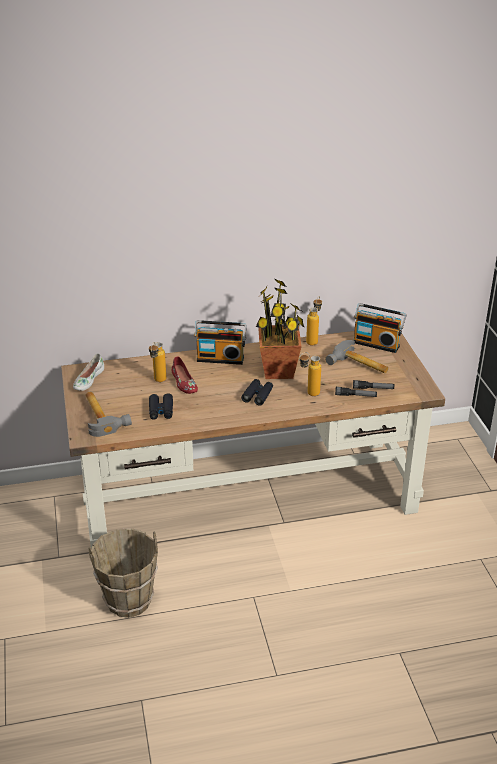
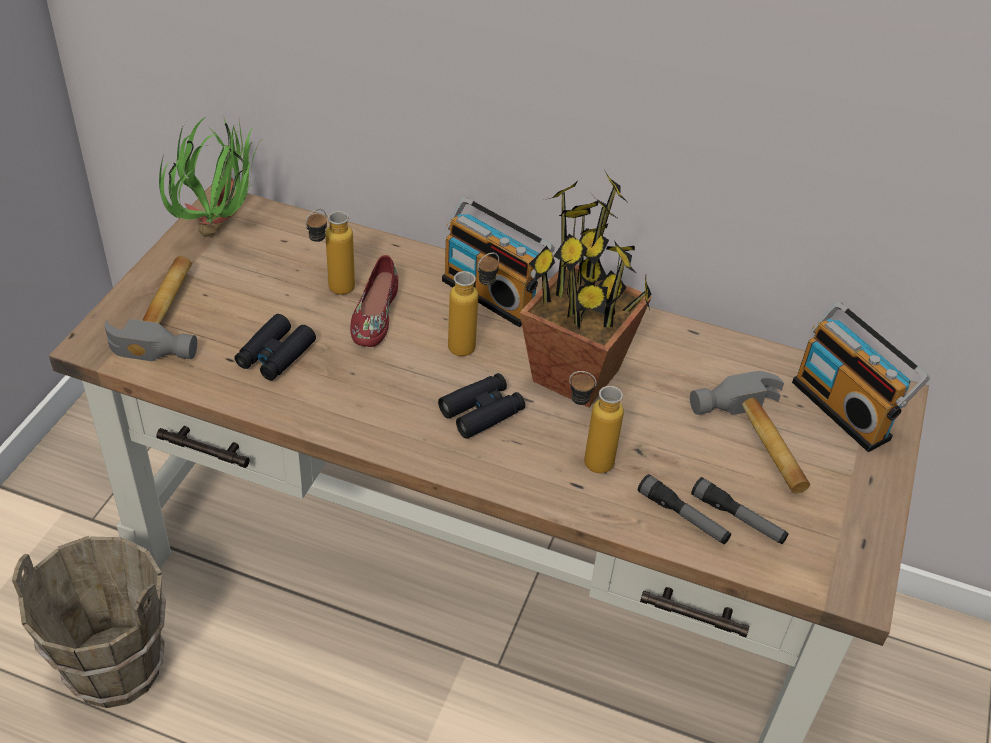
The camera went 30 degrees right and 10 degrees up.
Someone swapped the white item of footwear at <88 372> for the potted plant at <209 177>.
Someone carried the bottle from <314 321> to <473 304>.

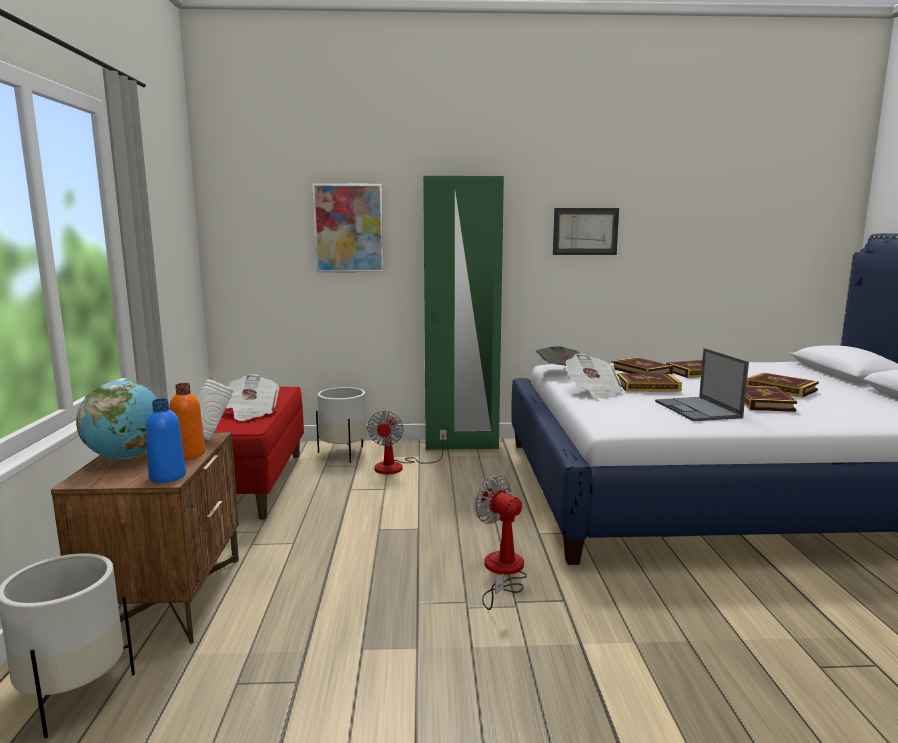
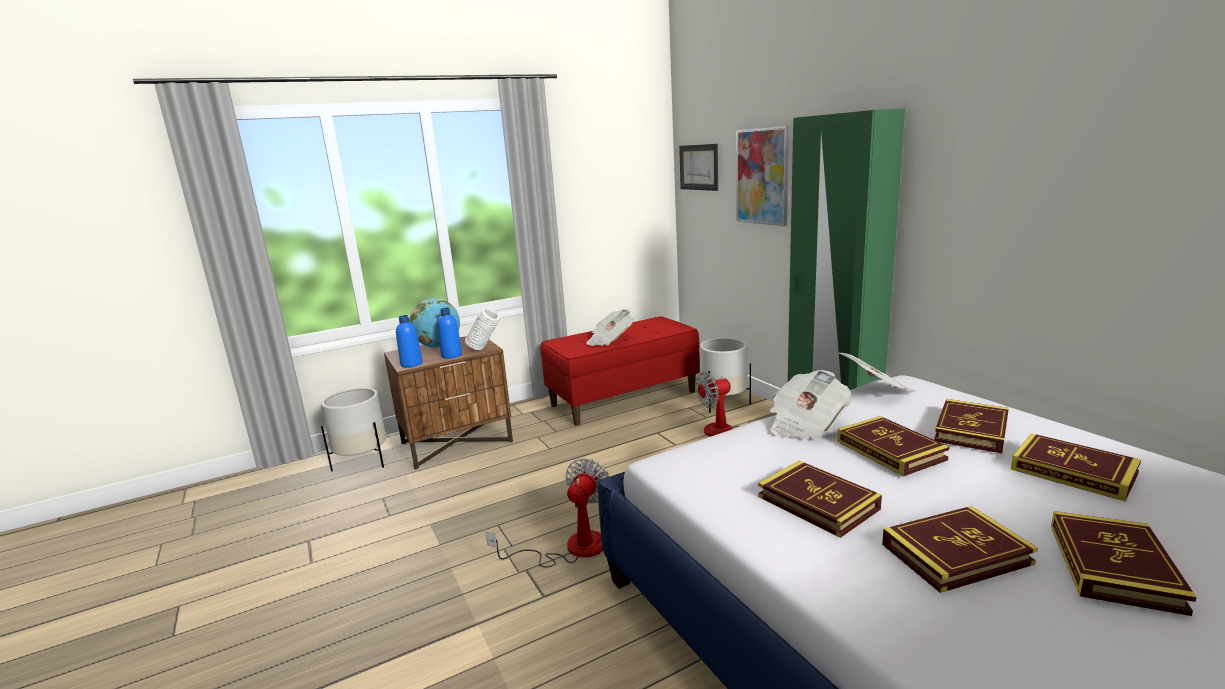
The camera went 65 degrees right and 5 degrees up.
Someone repainted the orange bottle at <187 421>, which became the blue bottle at <449 333>.
Someone carried the wall picture from <586 231> to <698 167>.
Someone swapped the laptop at <702 384> for the volume at <820 499>.

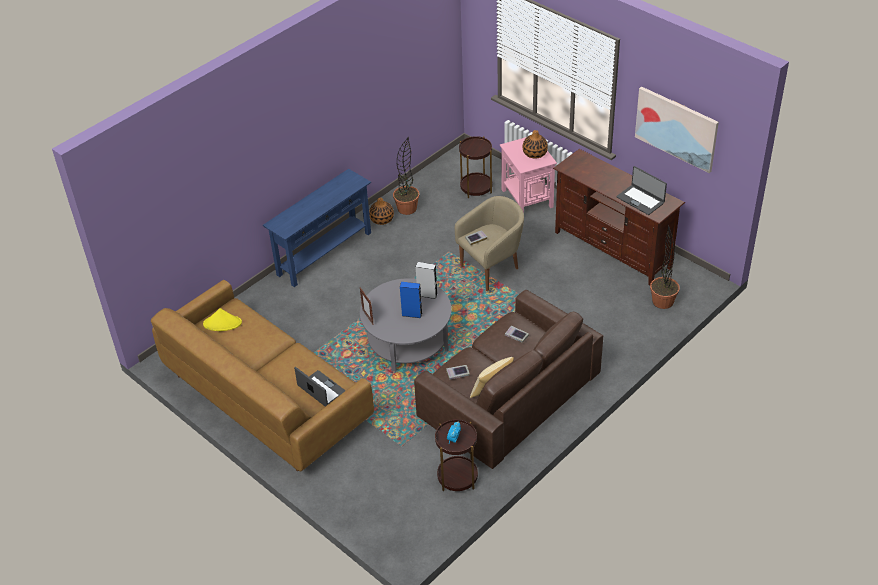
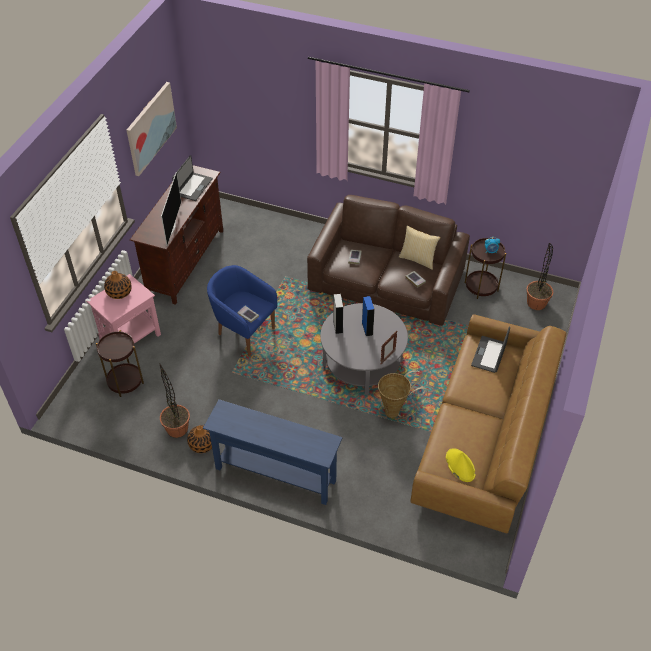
The camera went 115 degrees left and 5 degrees up.
Someone put down the TV at <171 209>.
Someone repainted the beige armchair at <489 243>, which became the blue armchair at <242 311>.
Someone put down the household basket at <403 394>.
Someone carried the potted plant from <665 267> to <540 276>.

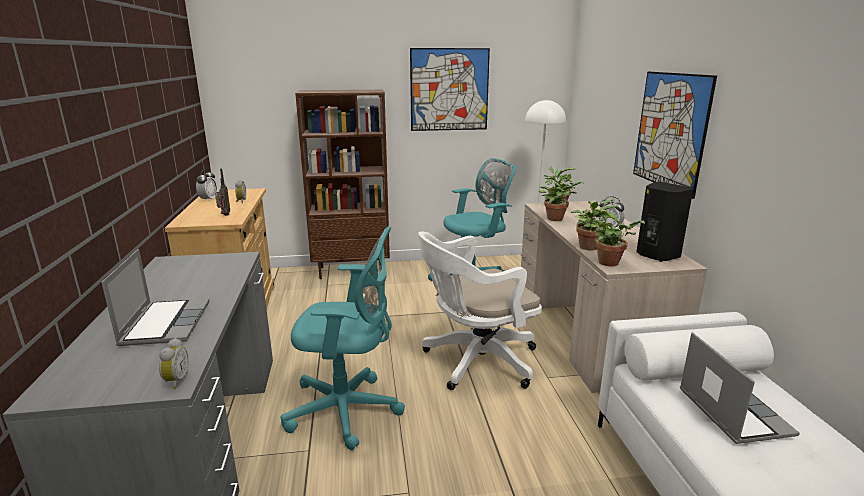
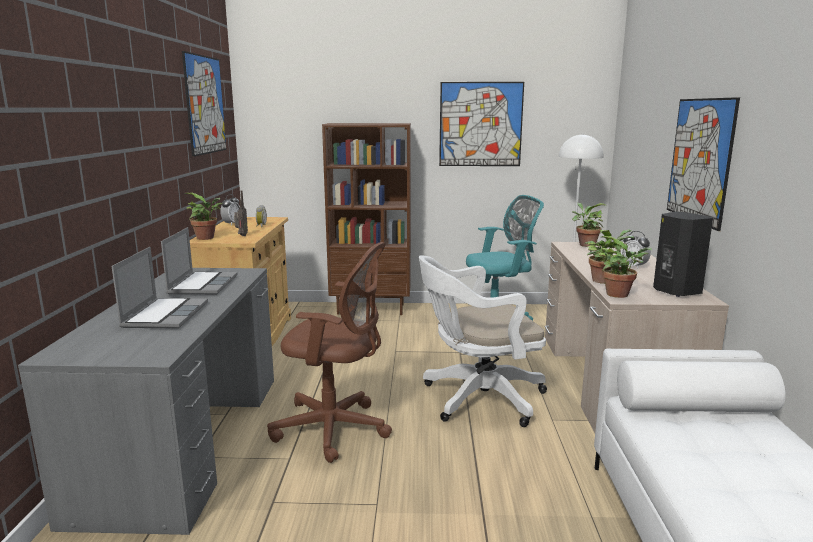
The camera went 10 degrees right and 5 degrees down.
Someone carried the laptop from <740 388> to <199 261>.
Someone put up the wall picture at <204 104>.
Someone carried the potted plant from <561 199> to <203 216>.
Someone repainted the turquoise computer chair at <342 338>, which became the brownish computer chair at <329 352>.
Someone took away the table clock at <174 363>.

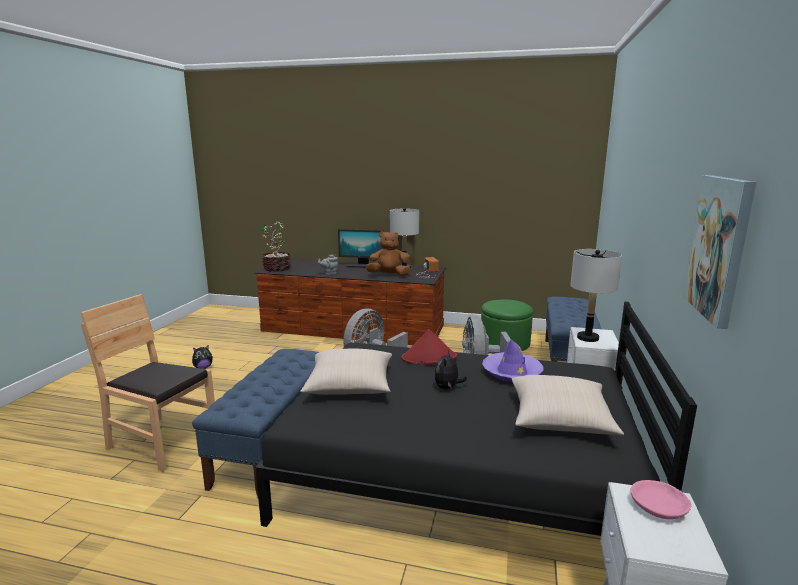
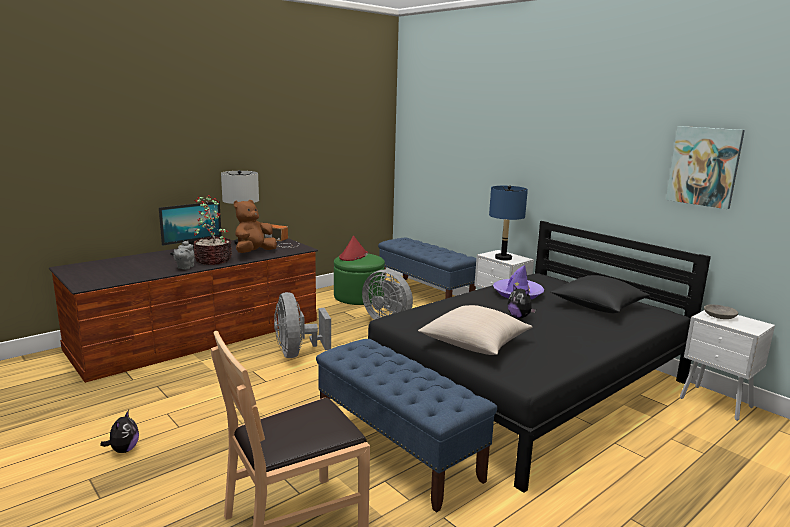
The camera went 55 degrees left and 0 degrees up.
Someone carried the potted plant from <276 246> to <213 230>.
Someone carried the reddish hat from <429 347> to <353 248>.
Someone repainted the greyish lamp for a table at <596 295>, which became the blue lamp for a table at <508 222>.
Someone repainted the beige cushion at <567 405>, which became the black cushion at <600 294>.
Someone repainted the pink bowl at <661 499>, which became the greyish bowl at <721 311>.

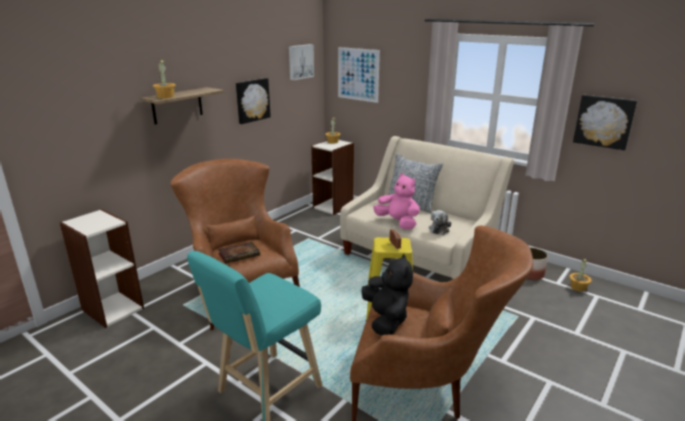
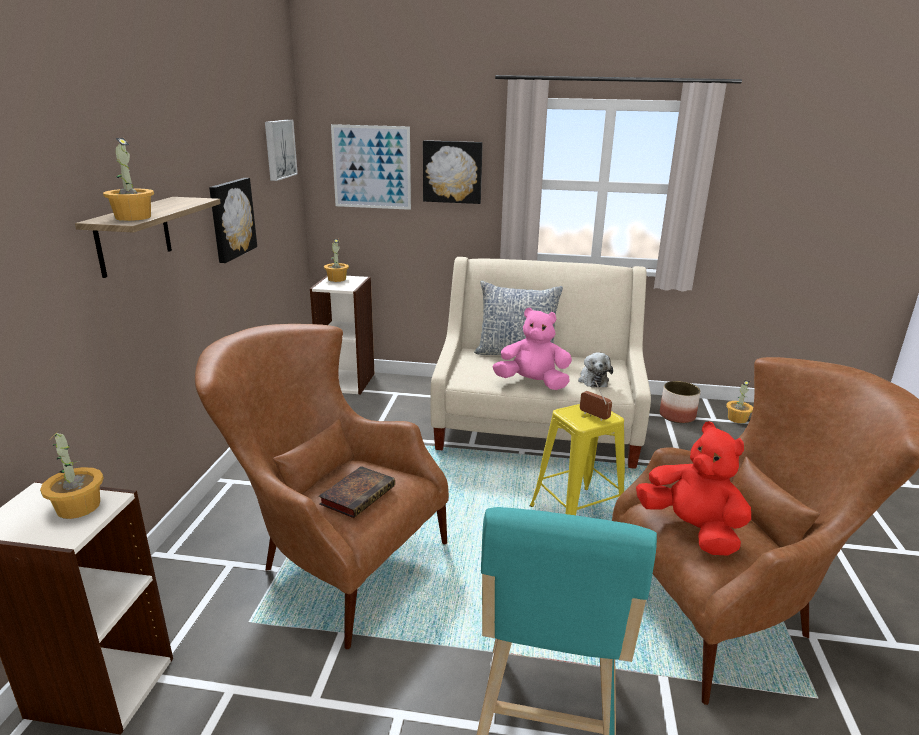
The camera went 30 degrees left and 0 degrees up.
Someone put down the potted plant at <71 473>.
Someone carried the wall picture from <605 122> to <453 172>.
Someone repainted the black plush toy at <387 294>, which became the reddish plush toy at <693 488>.

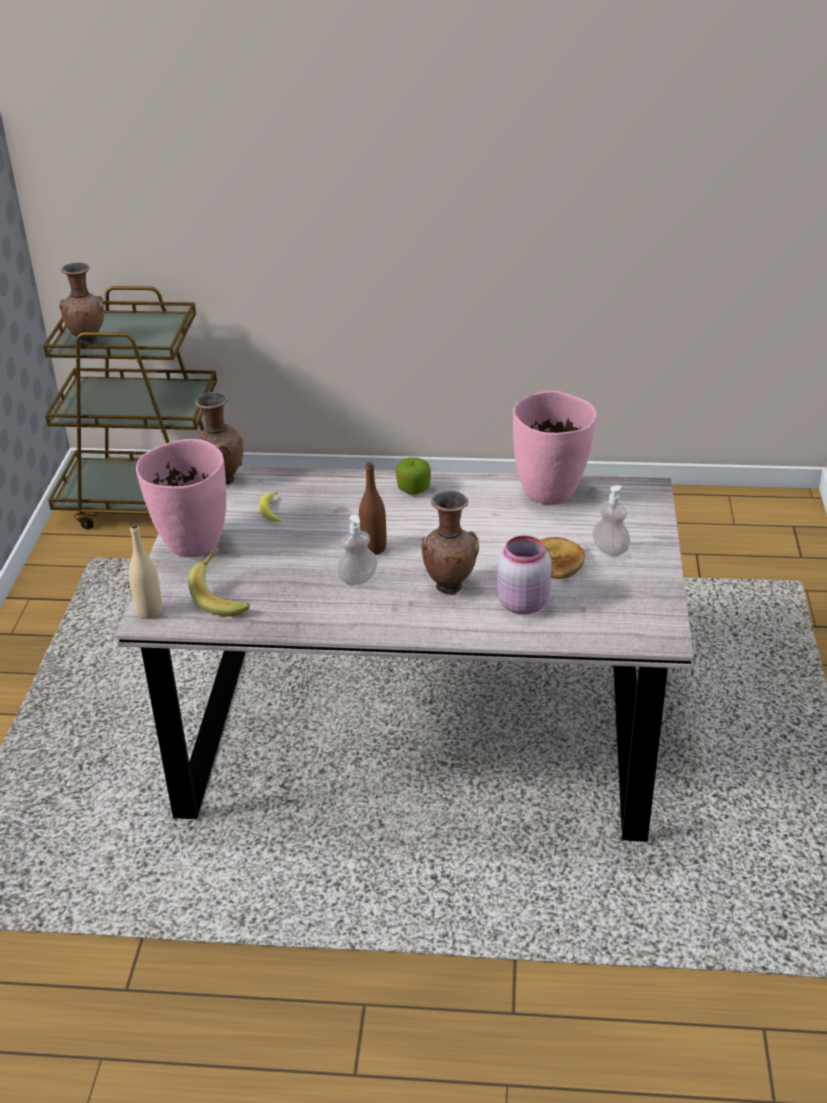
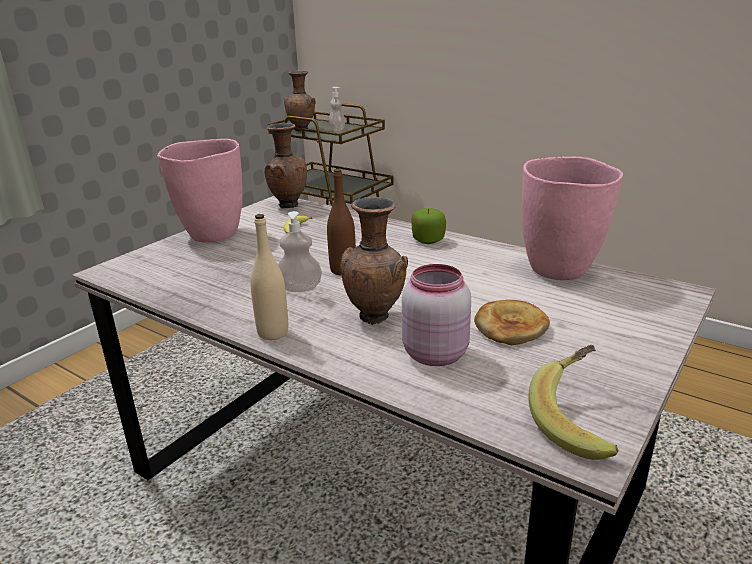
The camera went 30 degrees right and 10 degrees down.
Someone carried the beige bottle from <145 571> to <269 277>.
Someone carried the liquid soap bottle from <611 520> to <337 109>.
Someone carried the banana from <219 580> to <573 402>.

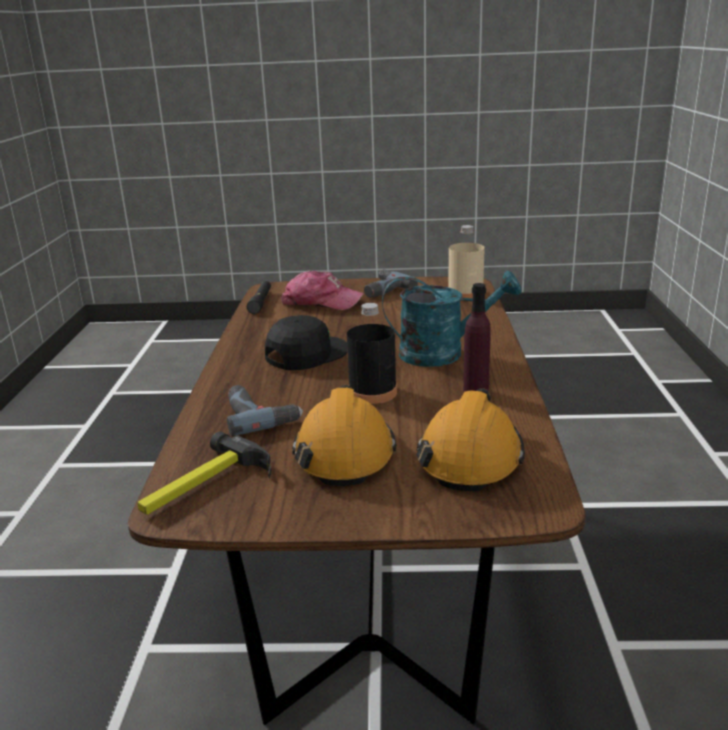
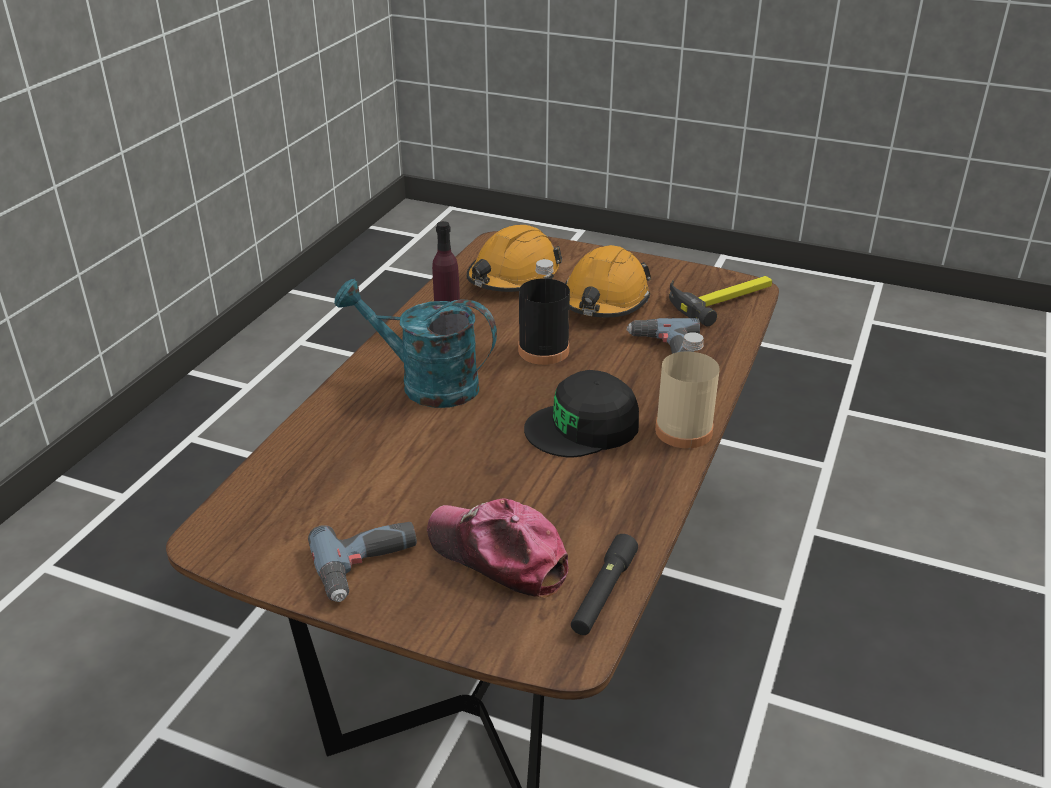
The camera went 160 degrees left and 10 degrees up.
Someone carried the beige bottle from <466 261> to <687 390>.

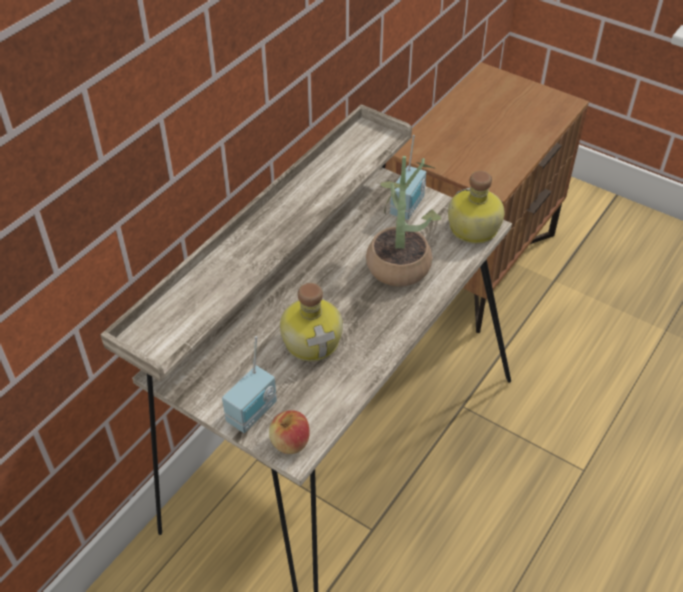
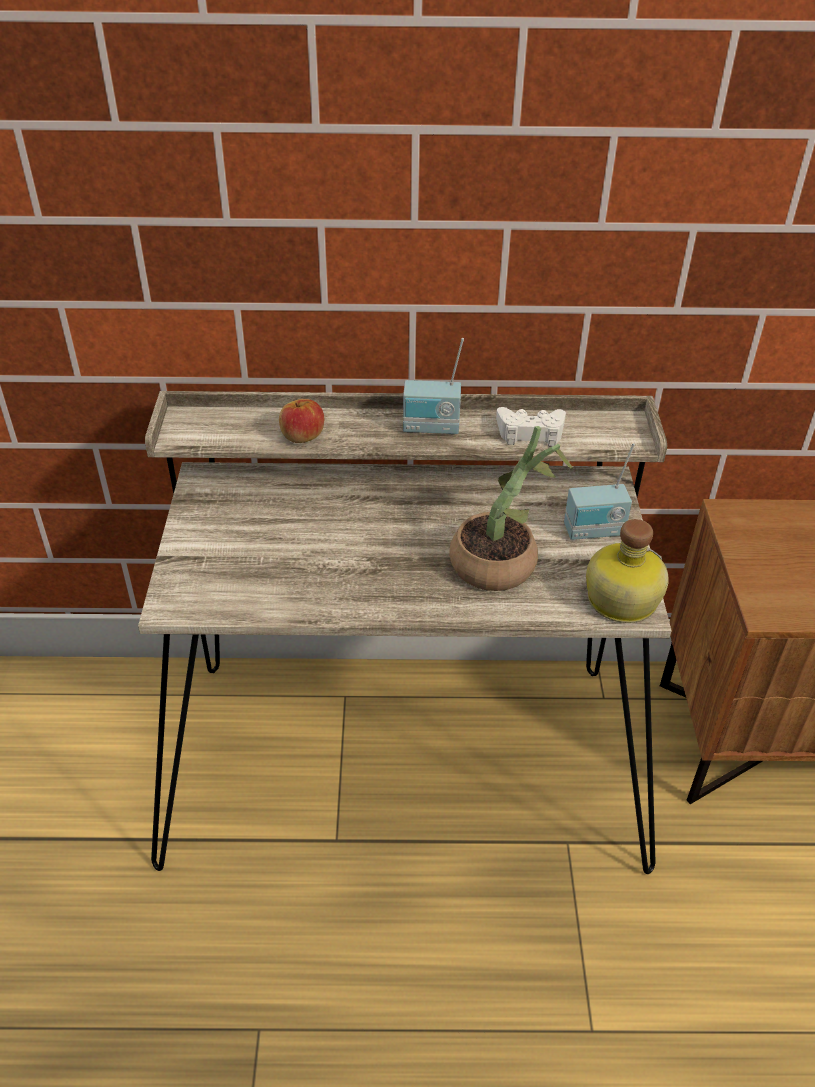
The camera went 55 degrees right and 5 degrees down.
Someone carried the whole apple from <289 432> to <301 421>.
Someone carried the radio from <249 384> to <433 386>.
Someone put down the white joypad at <531 426>.
Someone took away the bottle at <311 322>.

